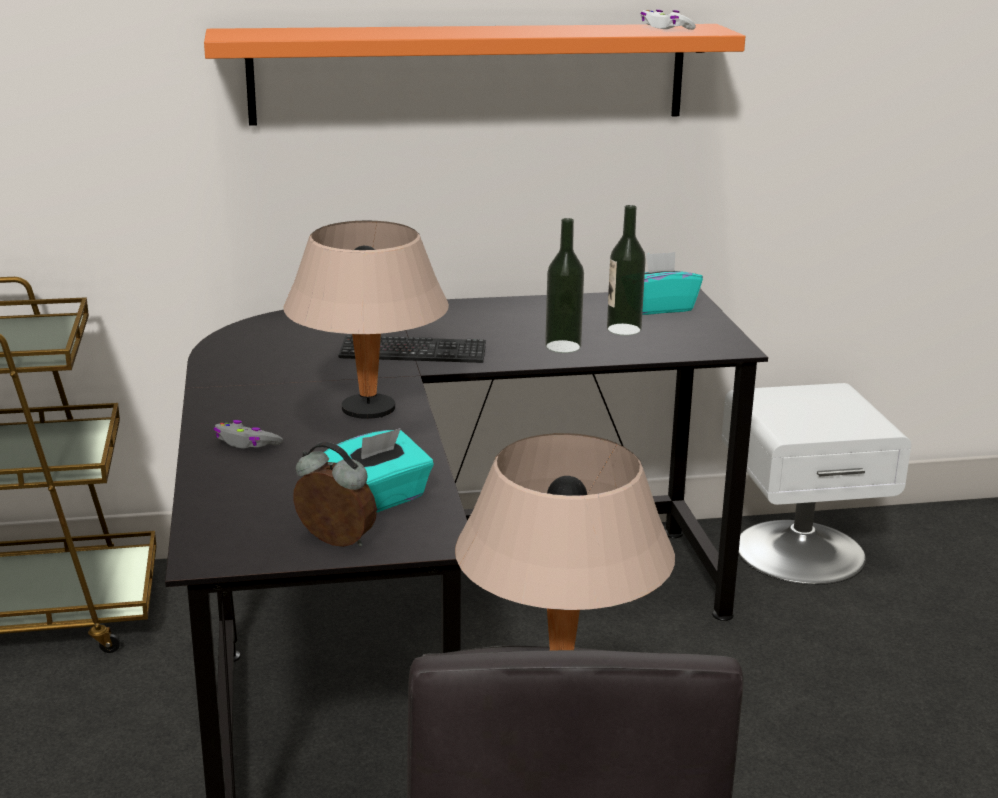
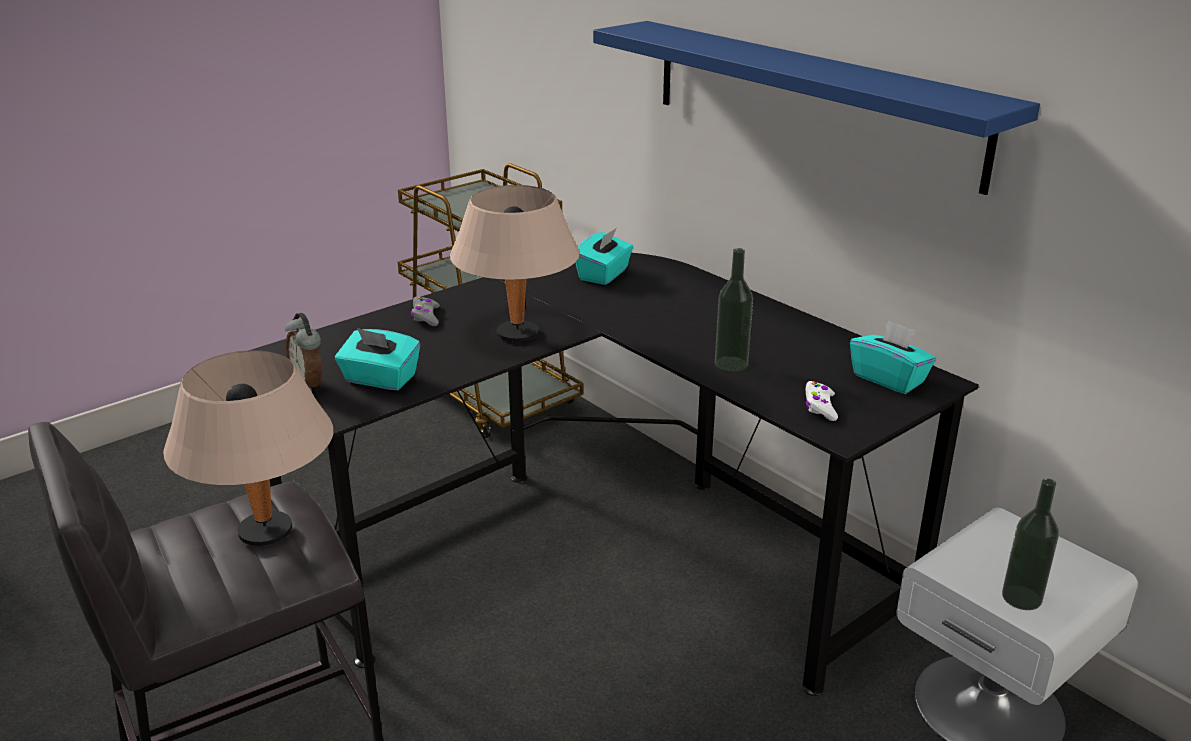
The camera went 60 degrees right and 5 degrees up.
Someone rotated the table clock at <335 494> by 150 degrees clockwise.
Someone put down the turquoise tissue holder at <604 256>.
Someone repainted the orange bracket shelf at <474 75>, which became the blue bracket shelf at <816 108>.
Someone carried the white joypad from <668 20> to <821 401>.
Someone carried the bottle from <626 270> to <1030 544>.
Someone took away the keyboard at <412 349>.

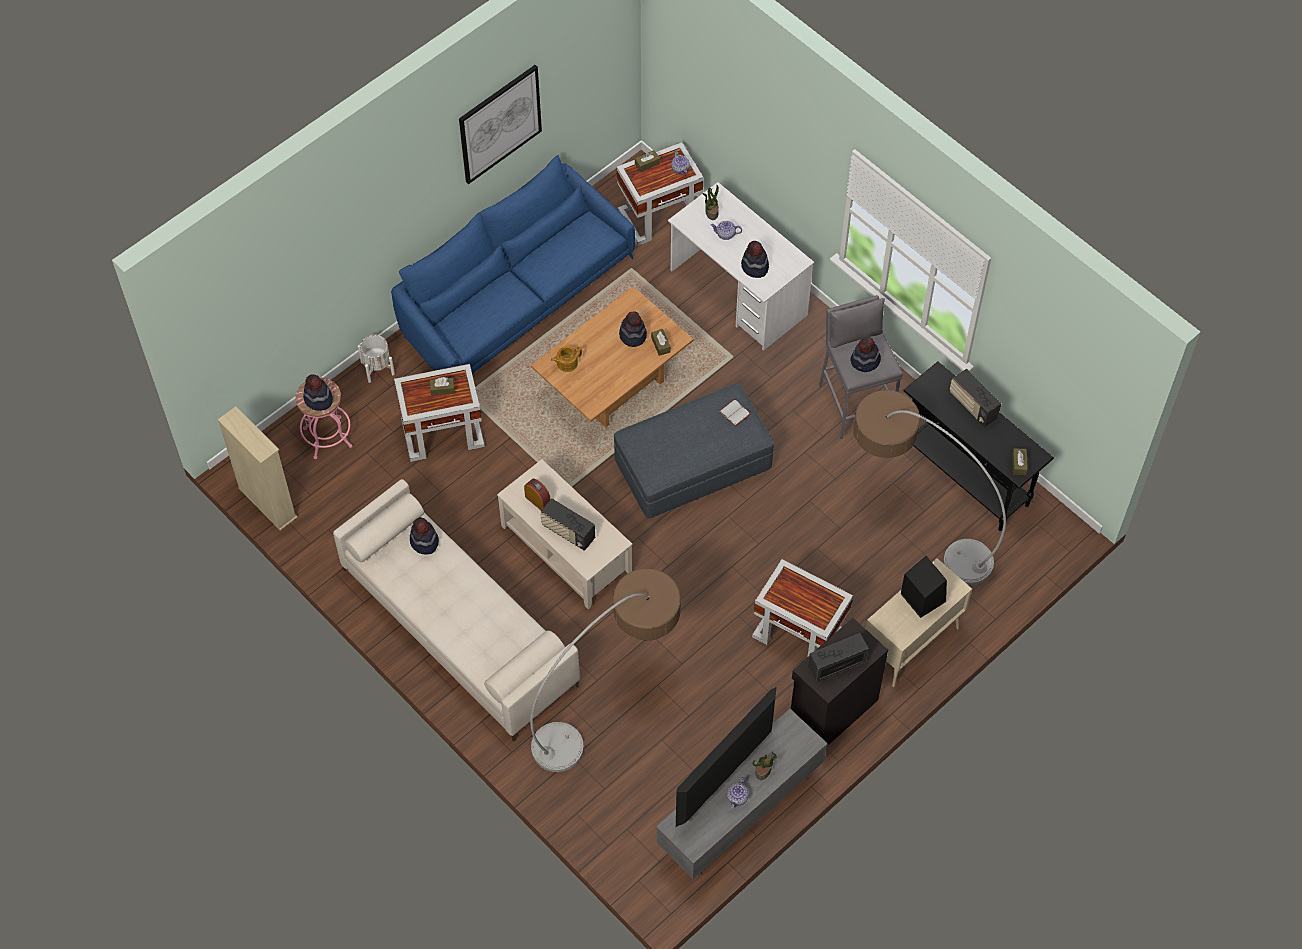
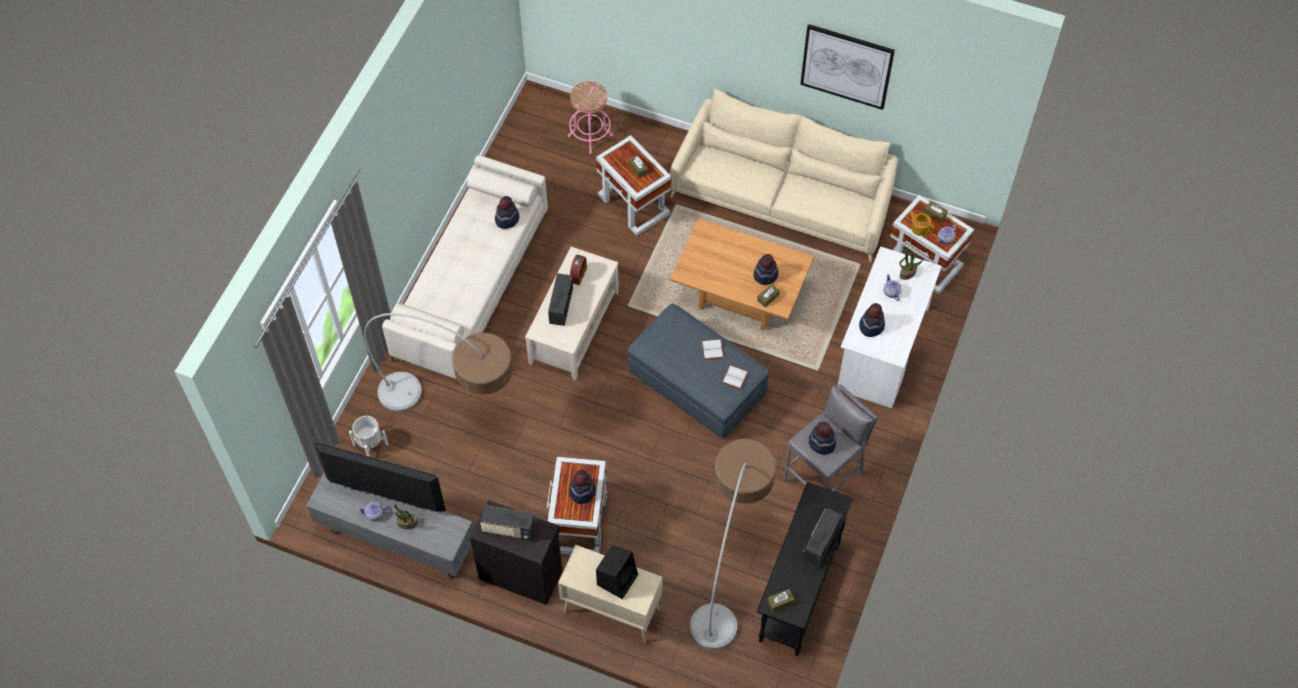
The camera went 65 degrees right and 0 degrees up.
Someone carried the white plant pot from <376 359> to <368 436>.
Someone rotated the radio at <838 657> by 150 degrees clockwise.
Someone carried the hat from <318 392> to <582 487>.
Someone repainted the blue couch at <513 264>, which became the beige couch at <784 175>.
Someone put down the white volume at <713 349>.
Someone carried the tea pot from <566 359> to <921 223>.
Someone took away the beige bookcase at <257 468>.

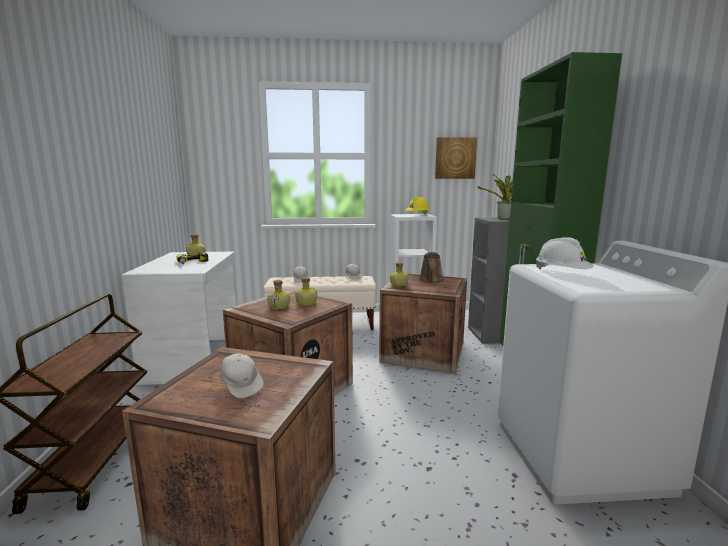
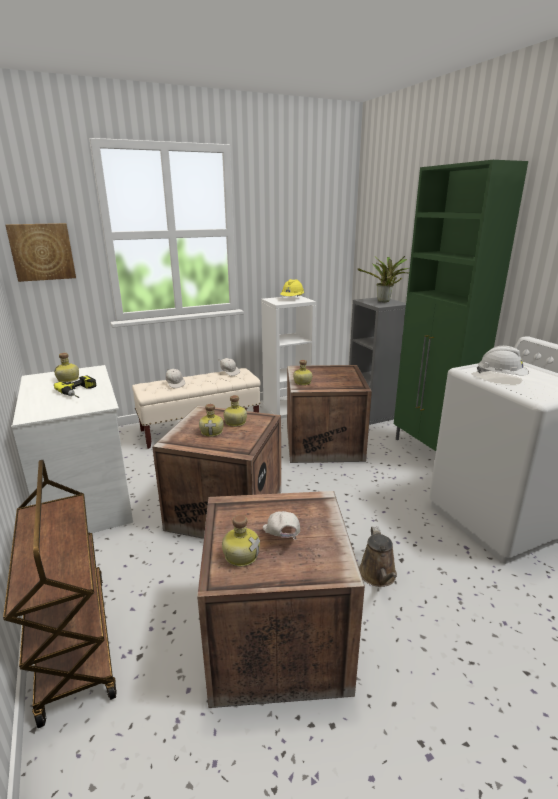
The camera went 20 degrees left and 10 degrees up.
Someone carried the wall picture from <456 158> to <41 252>.
Someone put down the bottle at <241 541>.
Someone rotated the white peaked cap at <242 375> by 135 degrees counterclockwise.
Someone carried the brownish watering pot from <431 267> to <378 556>.

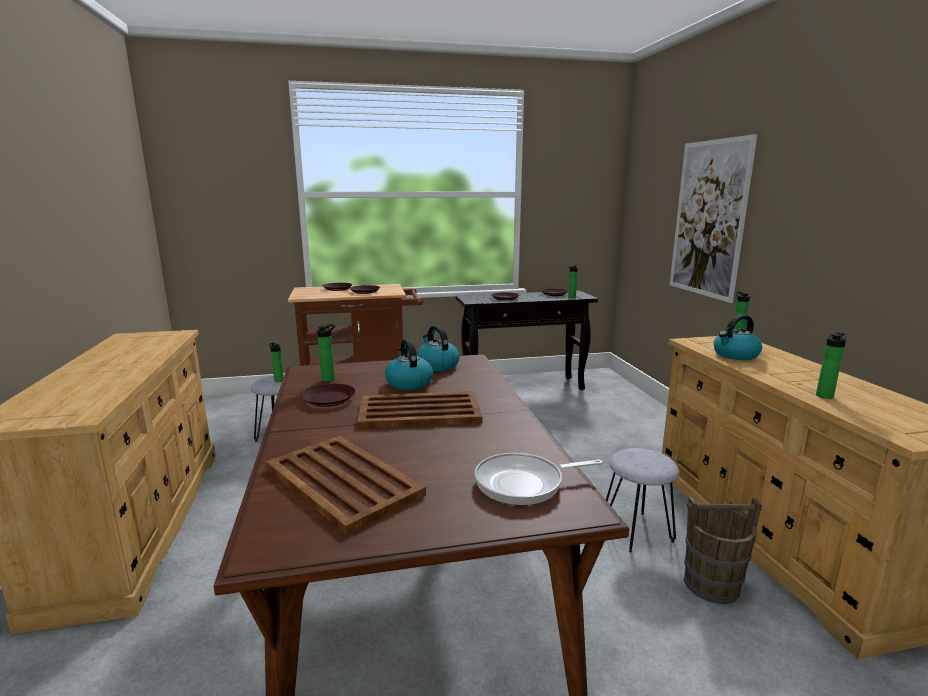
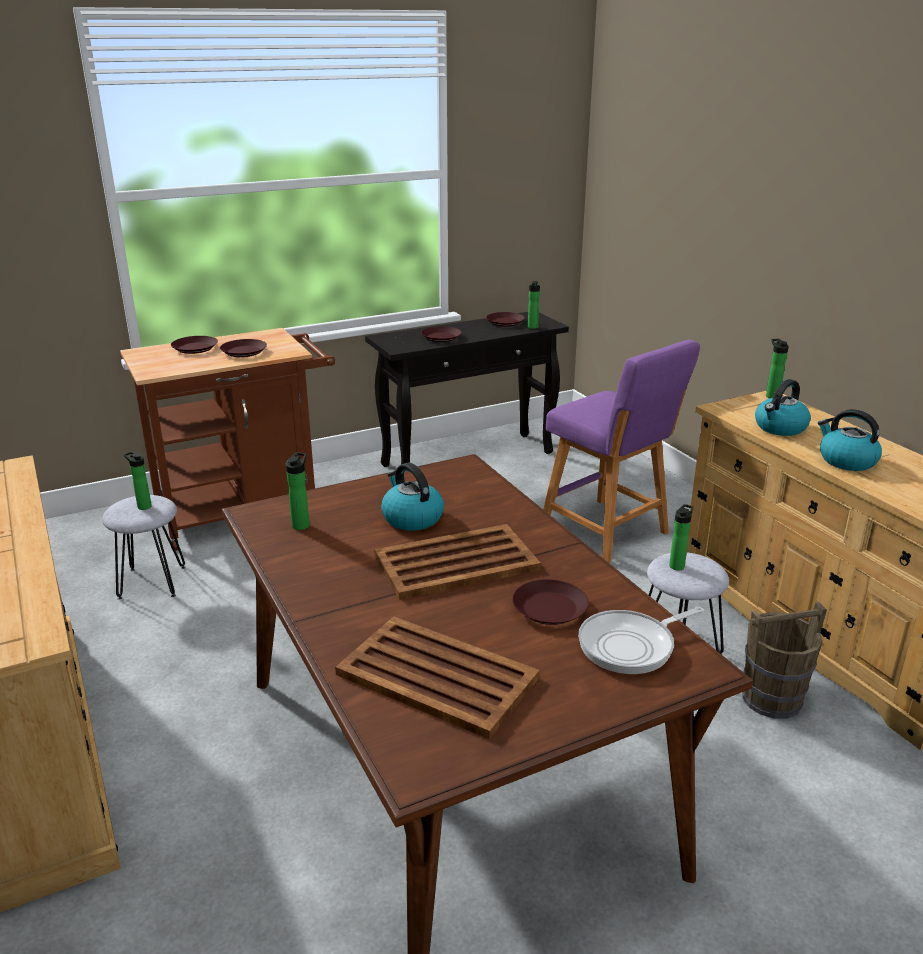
The camera went 15 degrees left and 10 degrees up.
Someone carried the brownish flat dish from <328 395> to <550 602>.
Someone put down the purple sitting stool at <621 451>.
Someone carried the bottle from <831 365> to <681 537>.
Someone carried the tea kettle from <438 348> to <850 440>.
Someone took away the wall picture at <714 218>.

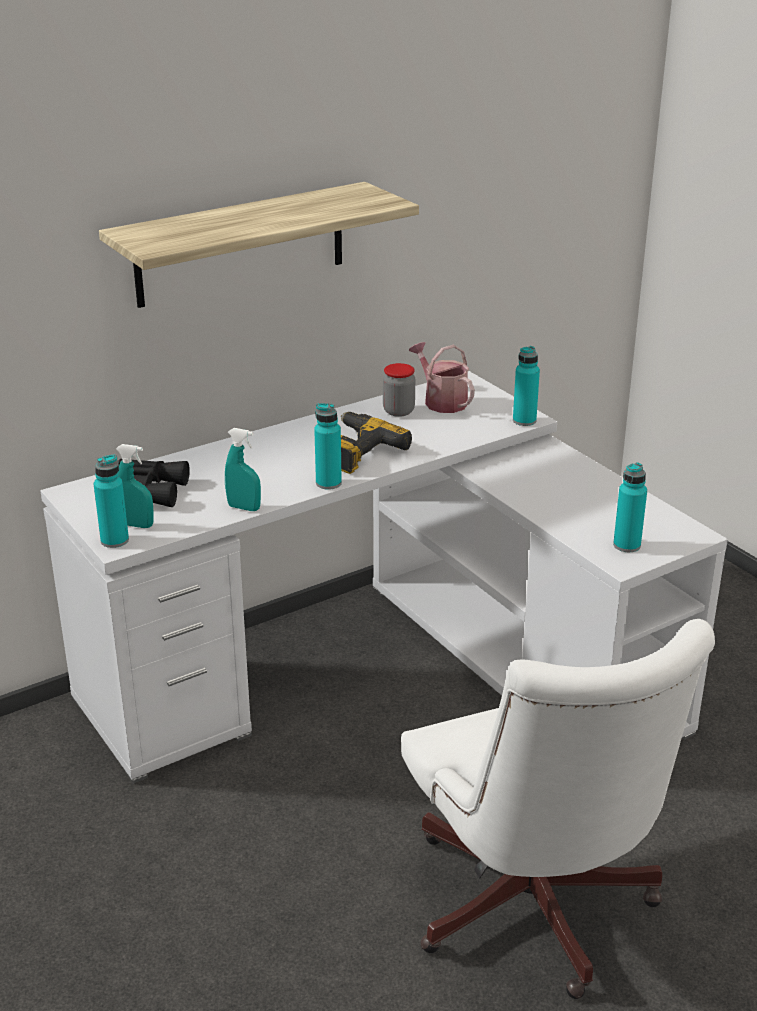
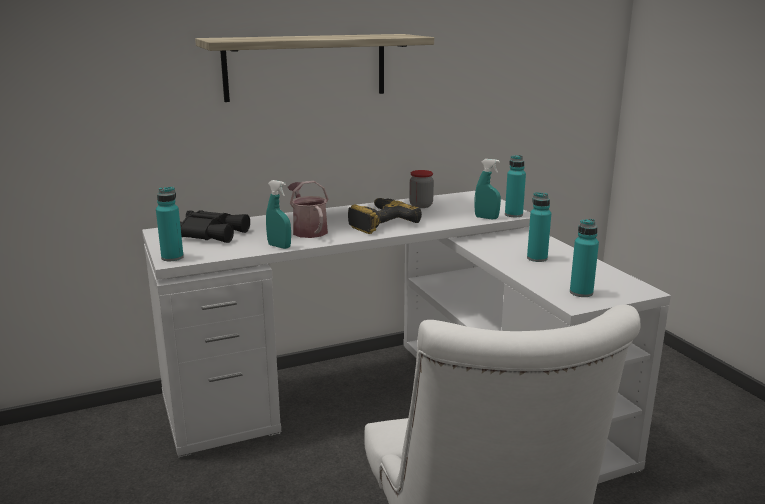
The camera went 10 degrees right and 10 degrees down.
Someone carried the watering pot from <442 377> to <308 209>.
Someone carried the turquoise hand sprayer from <135 486> to <487 189>.
Someone carried the turquoise bottle from <328 446> to <539 227>.

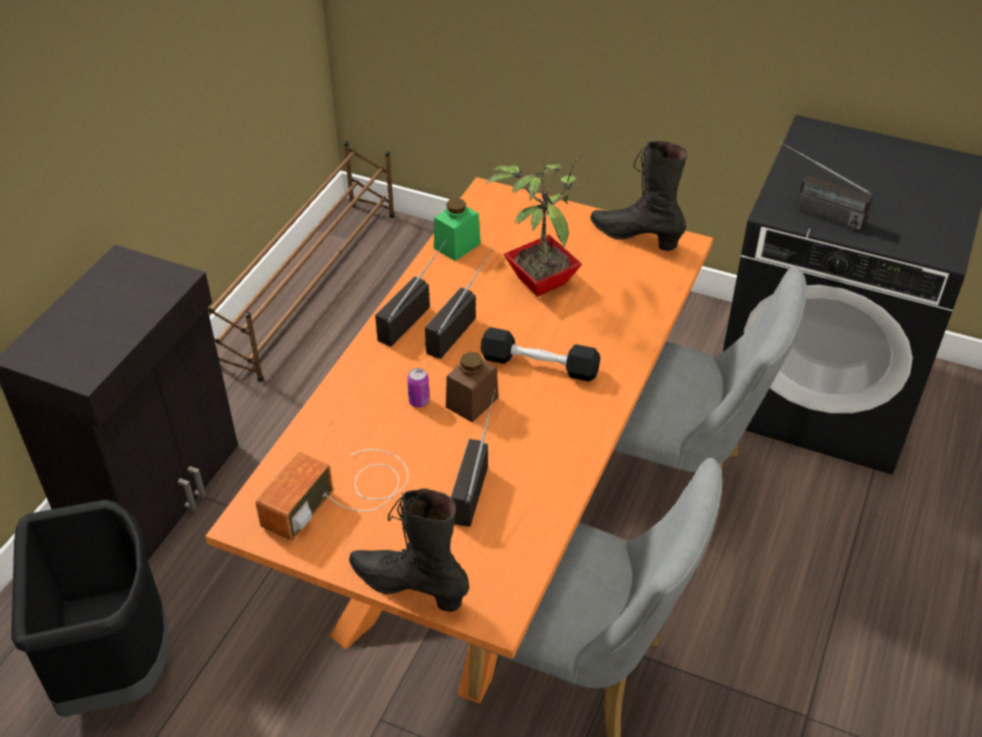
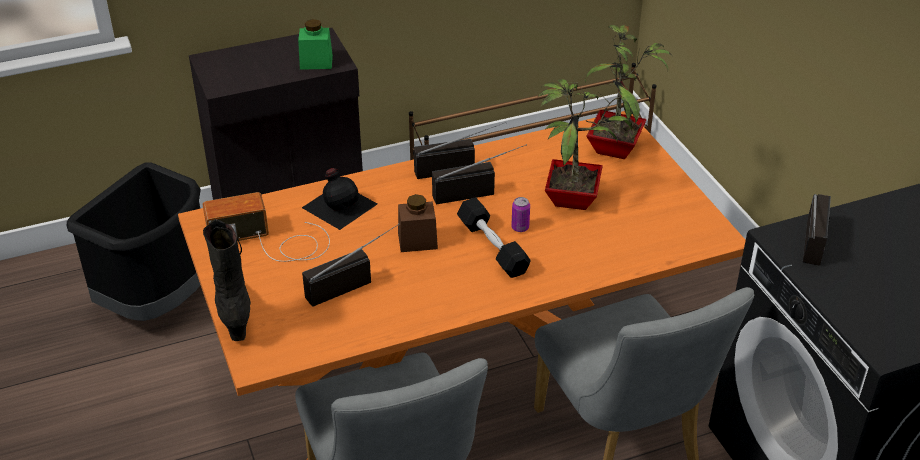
The camera went 45 degrees right and 5 degrees down.
Someone carried the greenish jar from <457 229> to <315 44>.
Someone put down the black bottle at <339 199>.
Someone carried the metal can from <418 388> to <520 214>.
Someone put down the potted plant at <628 92>.
Someone rotated the radio at <825 185> by 150 degrees counterclockwise.
Someone took away the black boot at <638 196>.

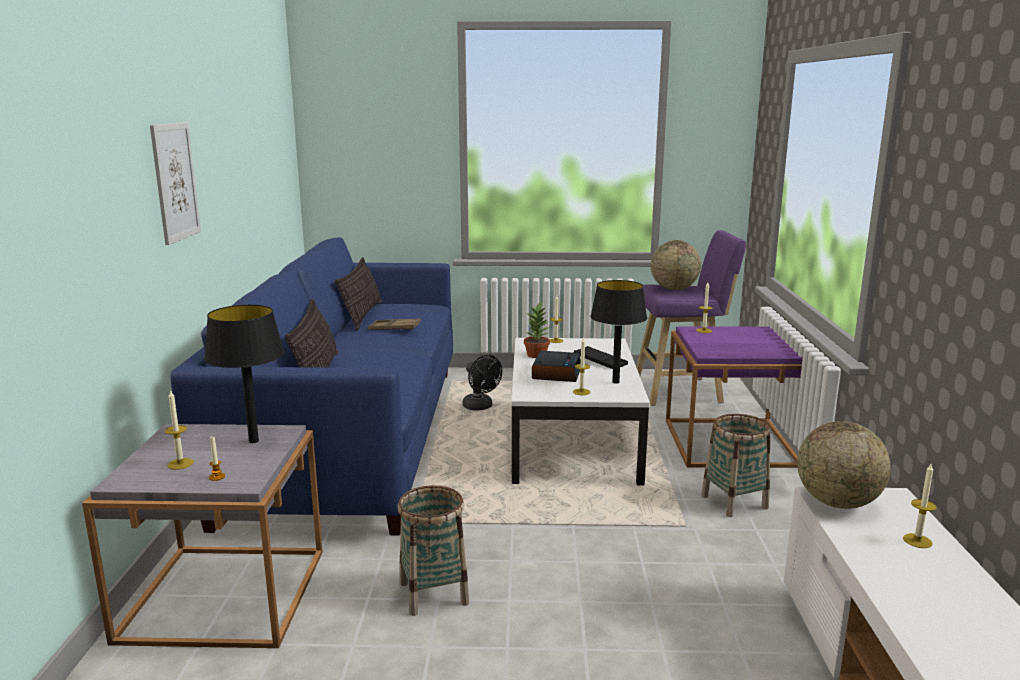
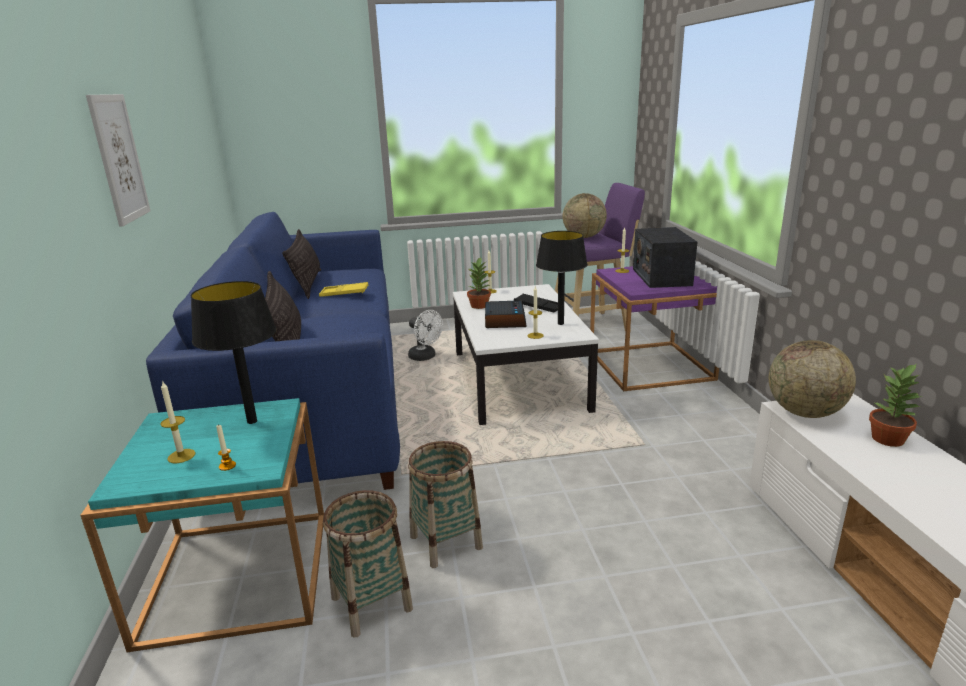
The camera went 10 degrees left and 5 degrees up.
Someone repainted the greyish accent table at <202 536>, which became the turquoise accent table at <202 525>.
Someone repainted the brownish tray at <394 324>, which became the yellowish tray at <343 289>.
Someone carried the household basket from <735 465> to <368 564>.
Someone repainted the black cooling fan at <482 382>, which became the white cooling fan at <425 335>.
Someone put down the radio at <665 257>.
Someone swapped the wax candle at <920 506> for the potted plant at <895 405>.

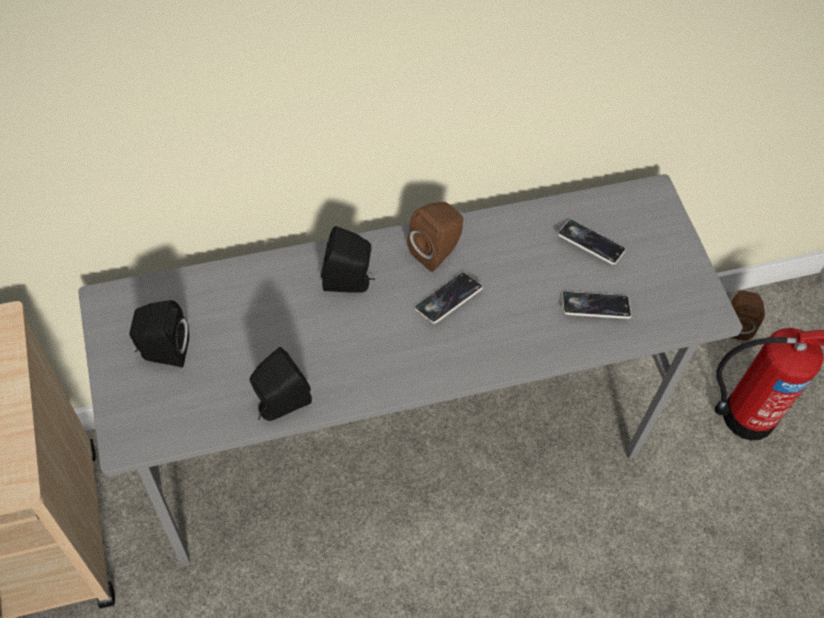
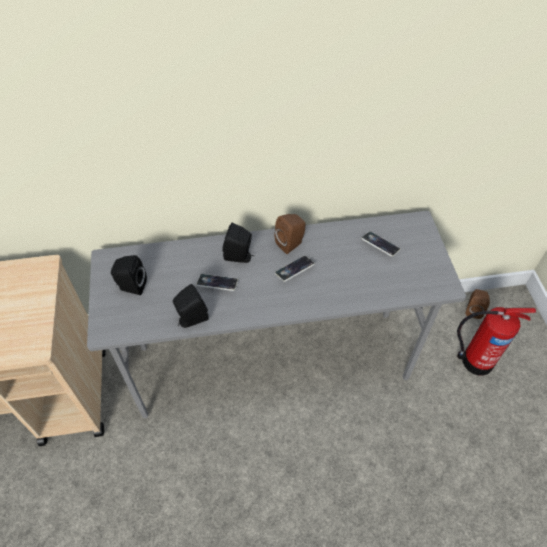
The camera went 10 degrees right and 5 degrees down.
Someone carried the phone from <597 305> to <217 282>.

